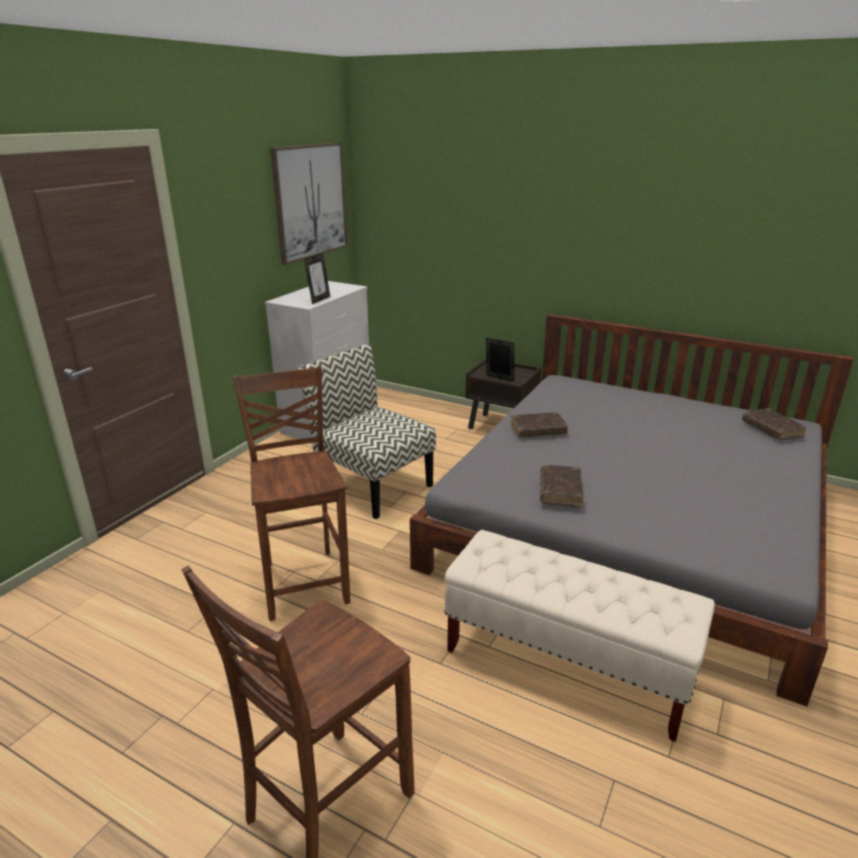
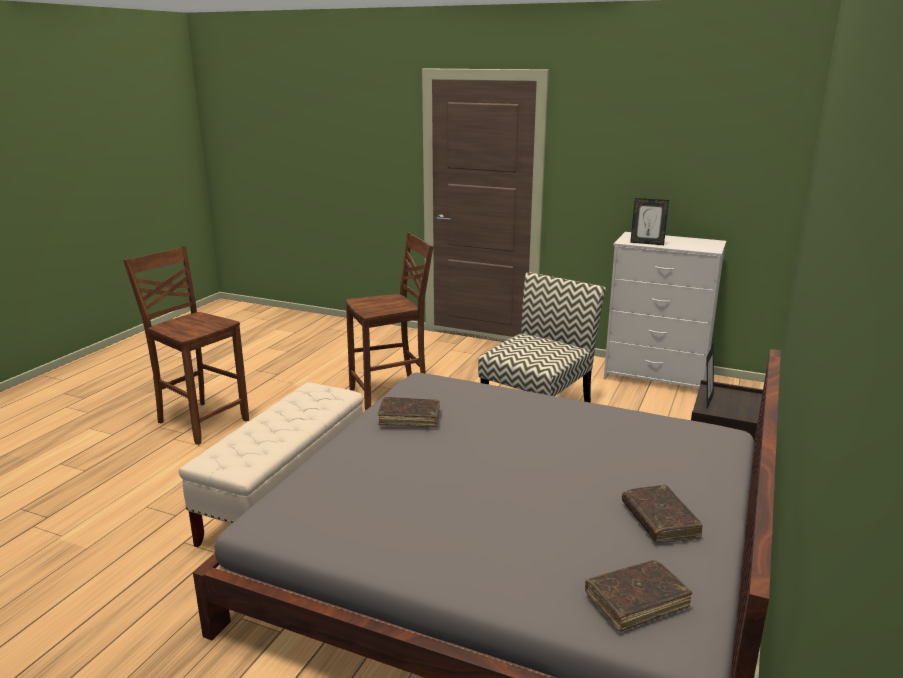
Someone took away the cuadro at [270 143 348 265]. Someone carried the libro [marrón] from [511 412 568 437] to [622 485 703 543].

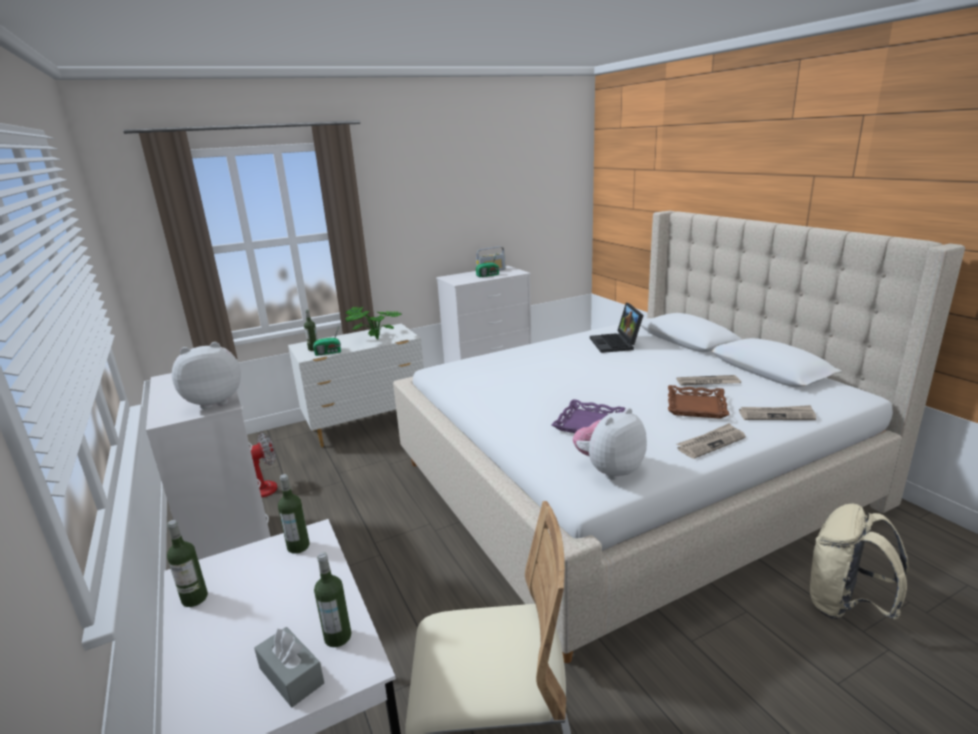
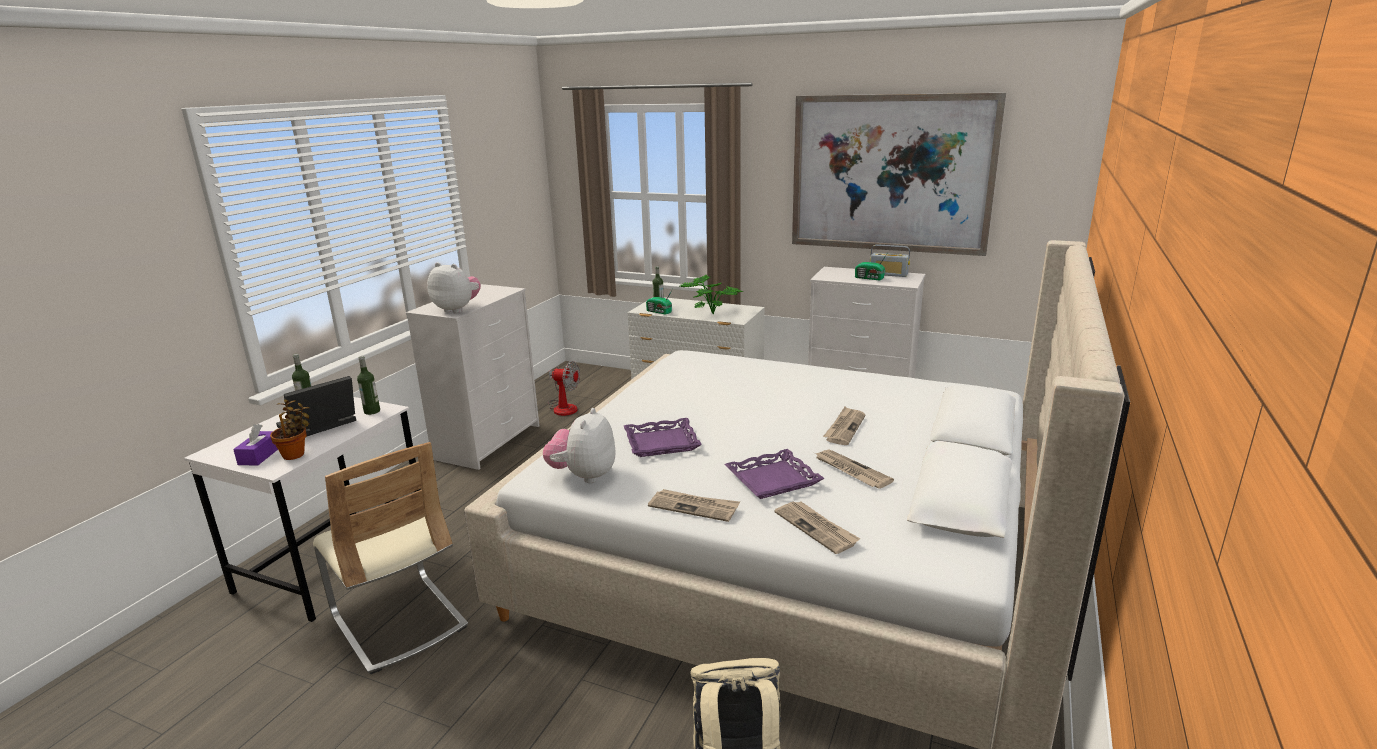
Someone carried the portátil from [590 303 643 353] to [276 376 356 437]. Someone repainted the bandeja [marrón] at [668 385 729 419], which became the bandeja [morado] at [724 449 825 499]. Someone rotated the peluche at [573 408 647 480] by 90 degrees counterclockwise. Someone swapped the botella at [314 552 351 647] for the planta en maceta at [270 399 310 460]. Someone repainted the caja de pañuelos [gris] at [254 627 324 707], which became the caja de pañuelos [morado] at [233 424 278 466]. Someone put up the cuadro at [792 93 1006 256]. Someone put down the periódico at [823 407 865 445].

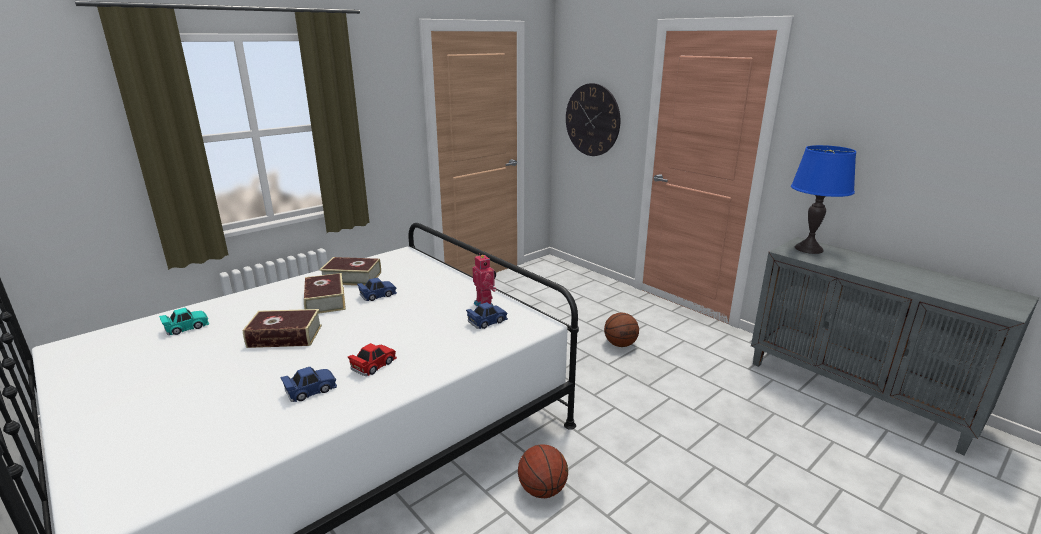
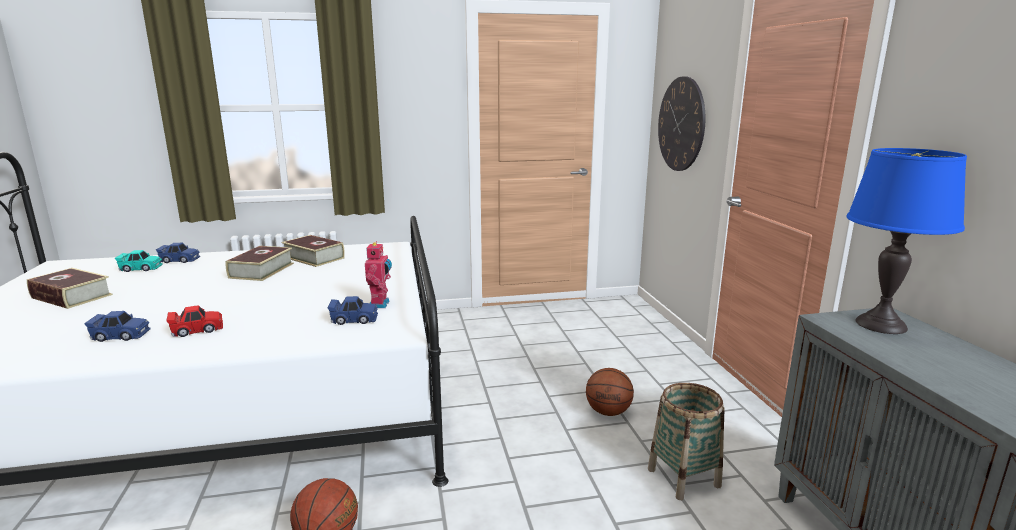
Someone carried the coche de juguete [azul] from [357 278 397 301] to [156 243 200 263]. Someone carried the libro from [242 309 322 348] to [27 268 113 309]. Someone put down the cesta at [648 383 725 500].

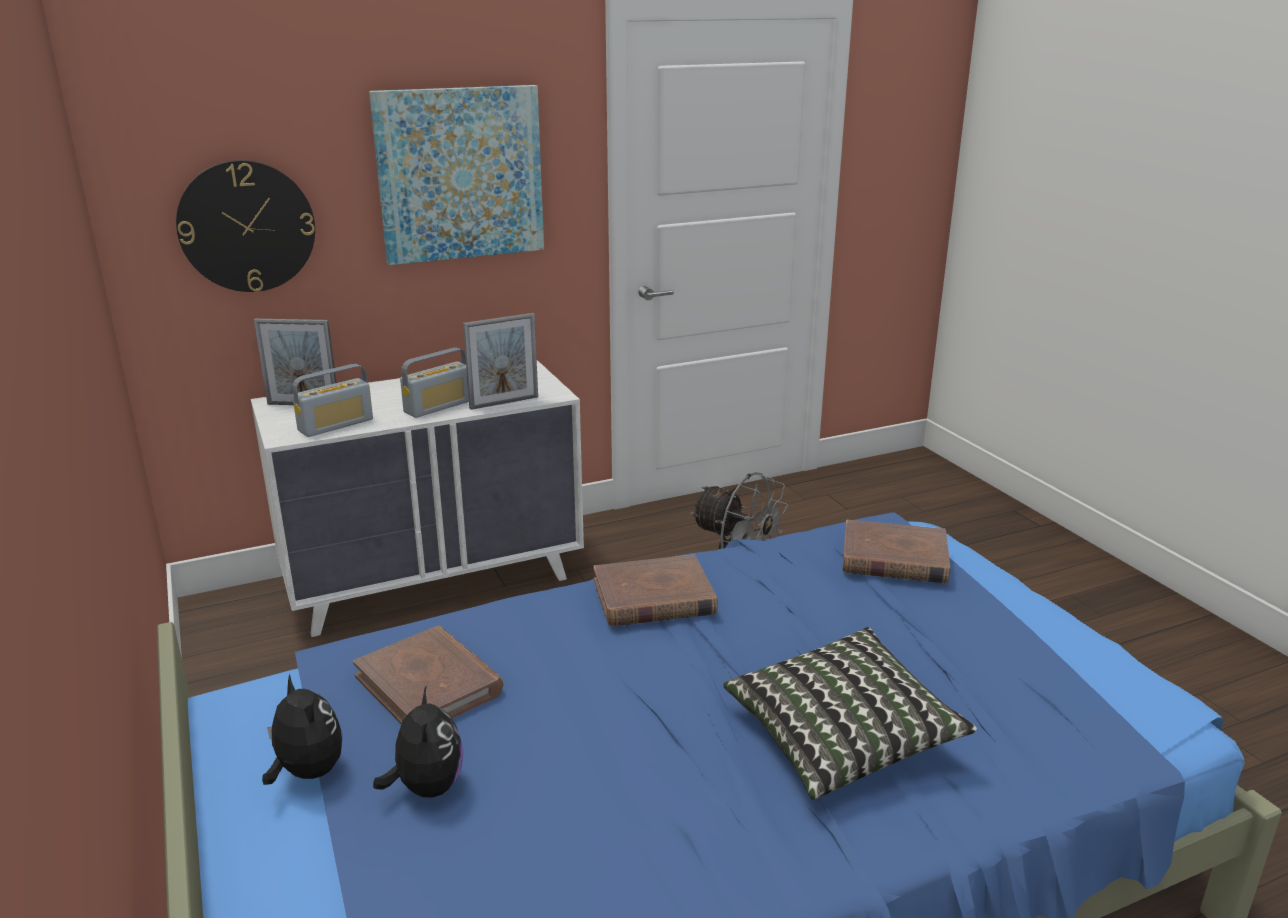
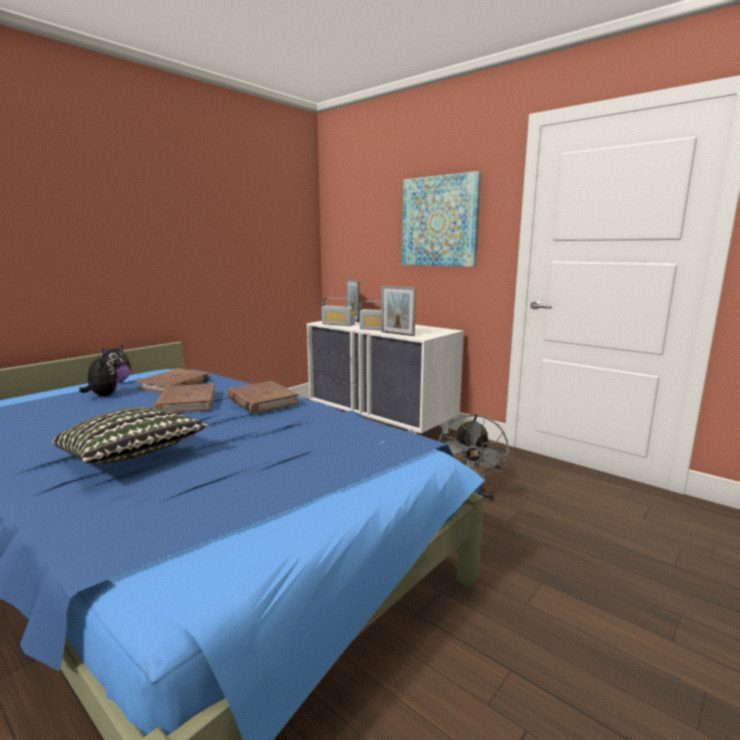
Someone took away the reloj de pared at [176 160 315 292]. Someone carried the libro [marrón] from [843 520 950 583] to [153 383 216 413]. Someone rotated the peluche at [373 687 464 797] by 90 degrees counterclockwise.

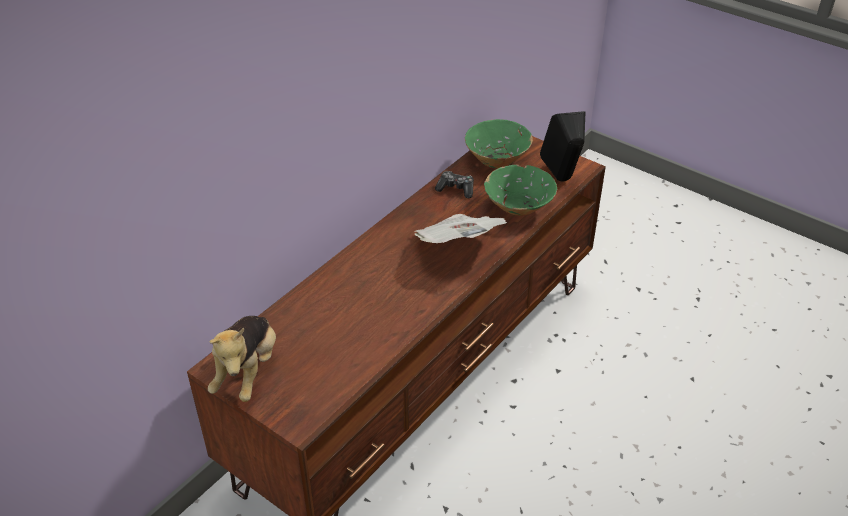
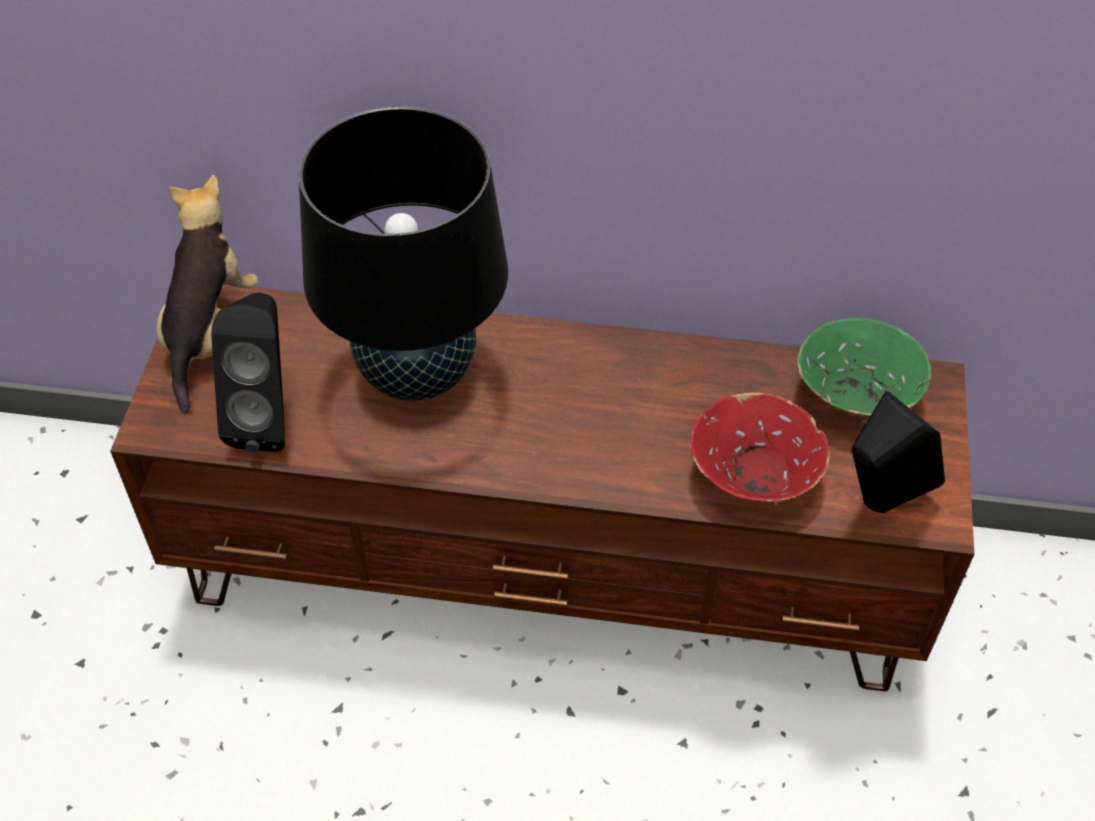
Someone repainted the cuenco [verde] at [484 165 557 216], which became the cuenco [rojo] at [690 393 830 502]. Someone took away the mando de consola at [435 171 474 198]. Someone took away the periódico at [414 214 507 243]. Someone rotated the peluche at [208 316 276 402] by 120 degrees clockwise. Someone put down the lámpara de mesa [negro] at [299 106 508 401]. Someone put down the altavoz [negro] at [211 293 285 452].

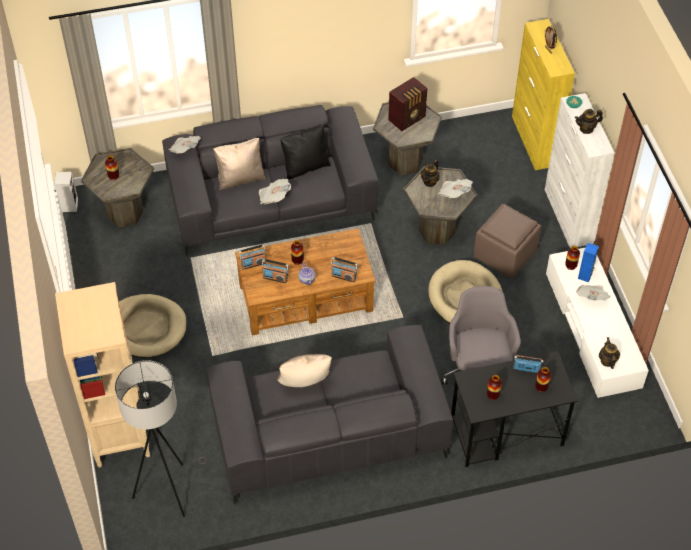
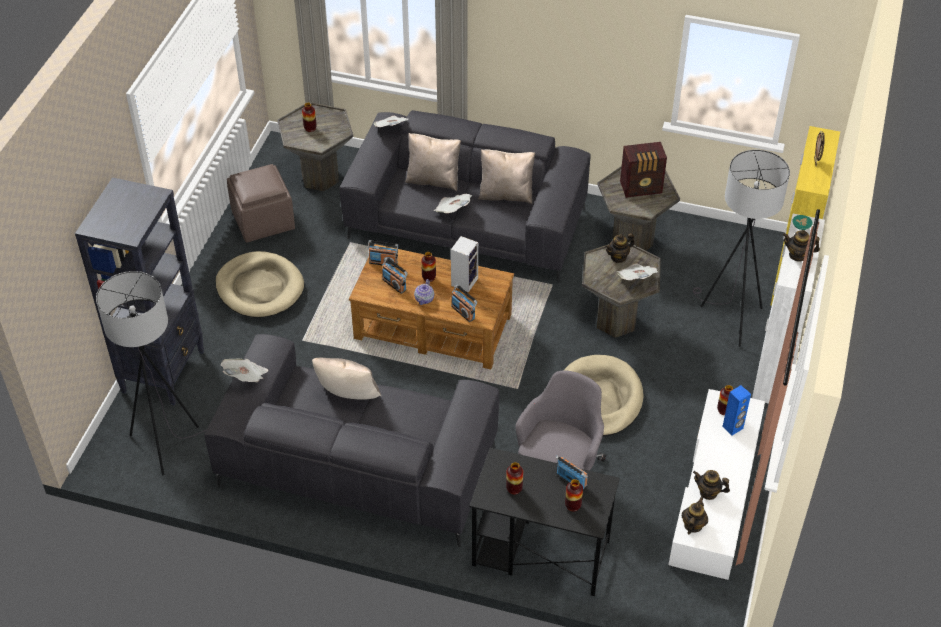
Someone repainted the cojín [negro] at [280 125 331 180], which became the cojín [beis] at [478 149 535 204]. Someone carried the altavoz from [54 171 78 212] to [451 236 478 292]. Someone carried the puf [marrón] from [474 204 542 279] to [227 164 295 243]. Someone repainted the estantería [beis] at [55 282 150 467], which became the estantería [negro] at [75 177 204 405]. Someone carried the periódico from [576 285 610 301] to [221 359 269 383]. Someone put down the lámpara de pie [gris] at [693 150 790 347]. Someone put down the tetera at [693 470 730 500].

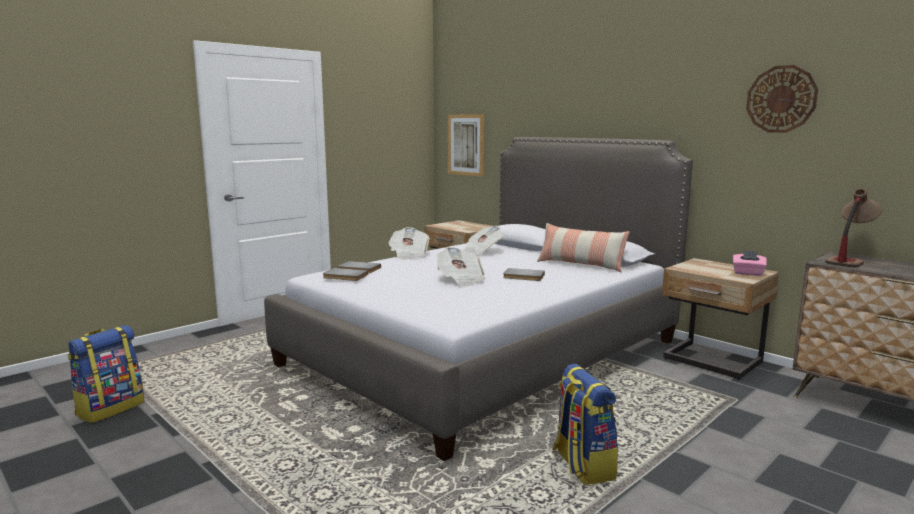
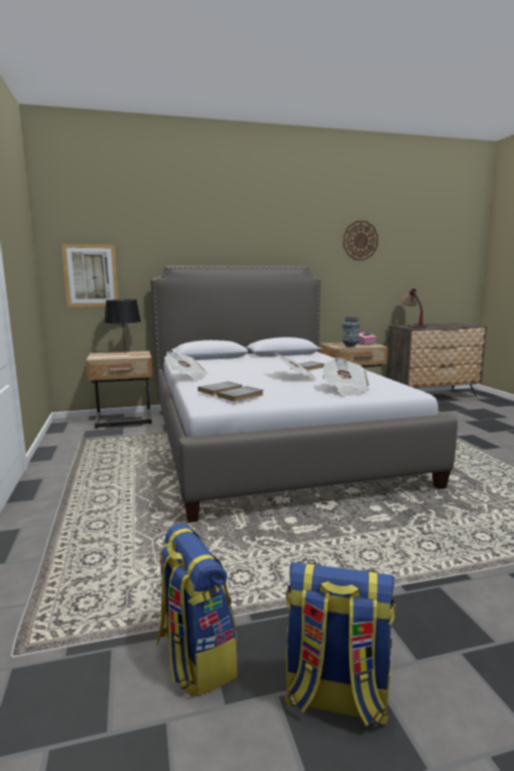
Someone took away the cojín at [537 223 630 272]. Someone carried the periódico from [463 226 504 254] to [322 358 370 396]. Someone carried the mochila from [552 364 618 485] to [284 562 396 727]. Someone put down the lámpara de mesa [negro] at [104 299 141 347]. Someone put down the florero at [342 317 360 347].

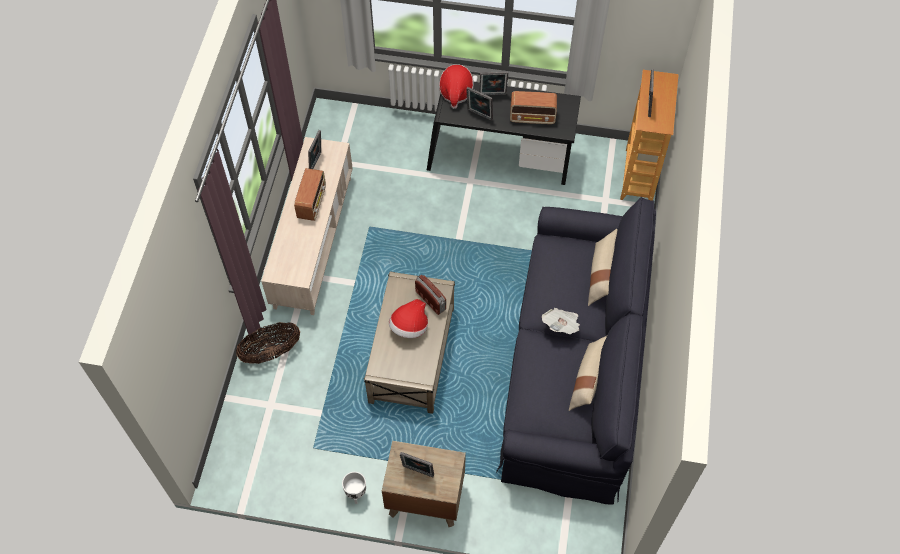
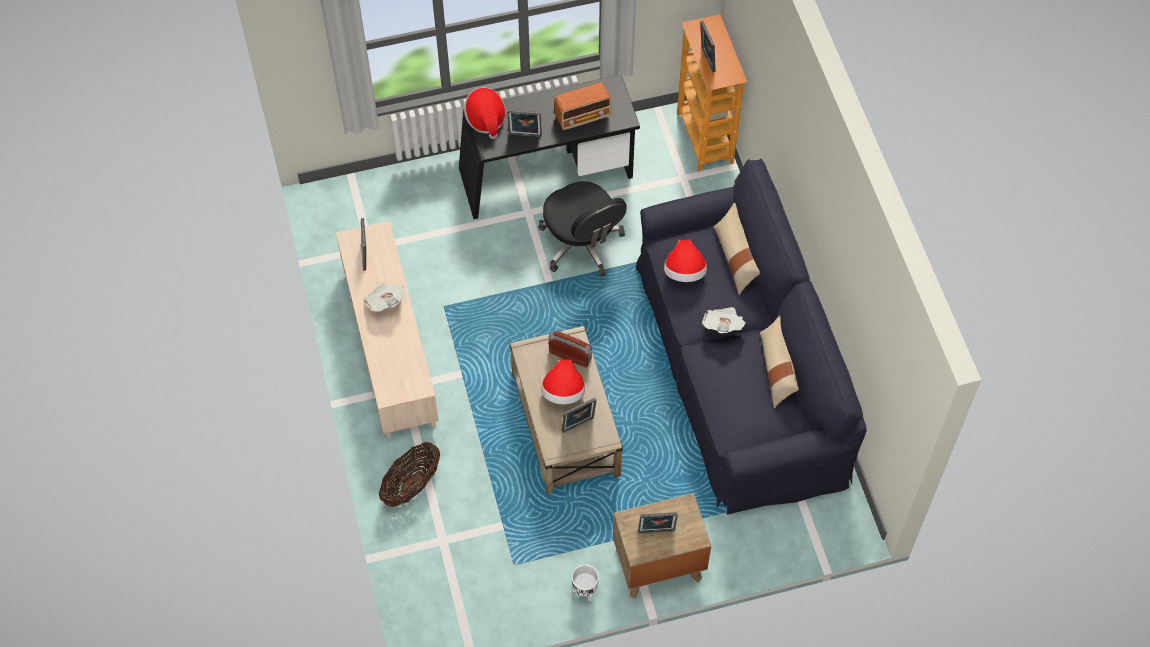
Someone carried the portarretratos from [479 71 508 95] to [562 398 596 433]. Someone swapped the radio at [294 168 326 221] for the periódico at [364 283 406 312]. Someone put down the silla de oficina [negro] at [538 181 627 276]. Someone put down the sombrero at [664 240 707 282].

